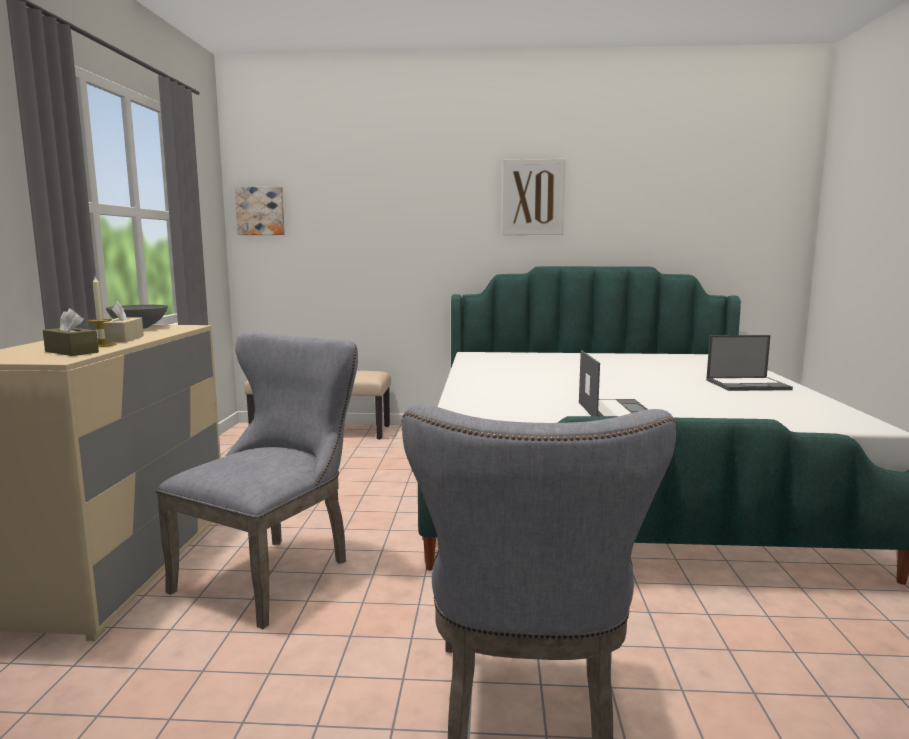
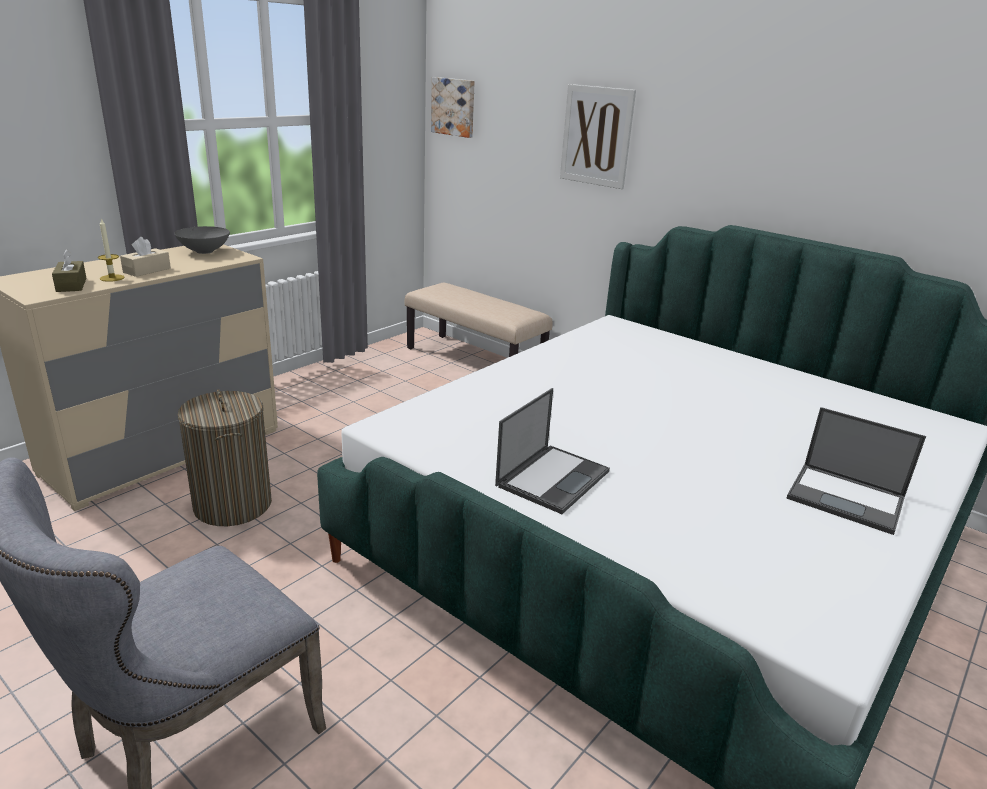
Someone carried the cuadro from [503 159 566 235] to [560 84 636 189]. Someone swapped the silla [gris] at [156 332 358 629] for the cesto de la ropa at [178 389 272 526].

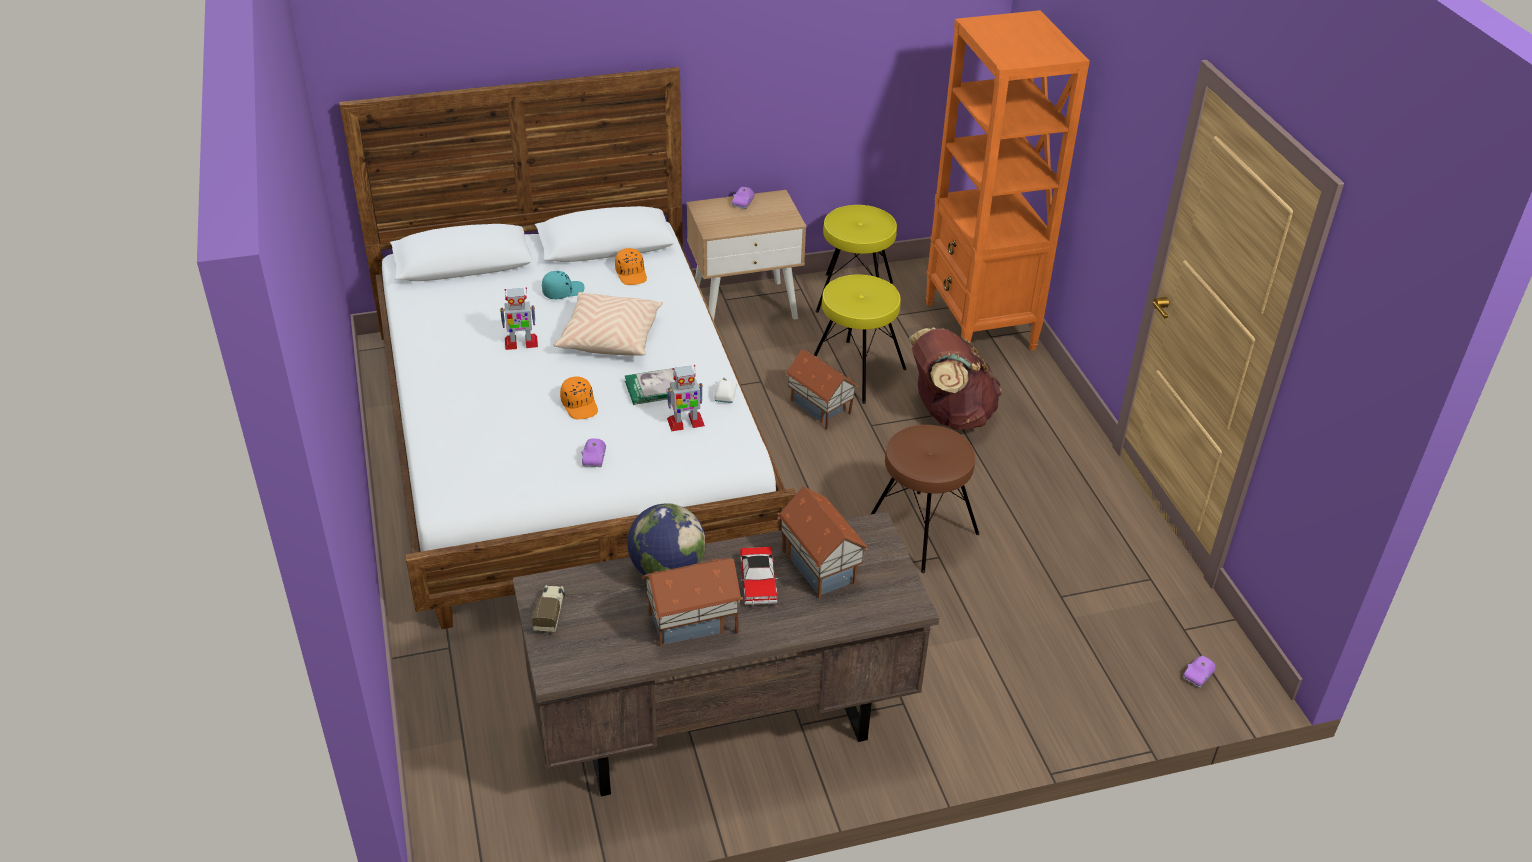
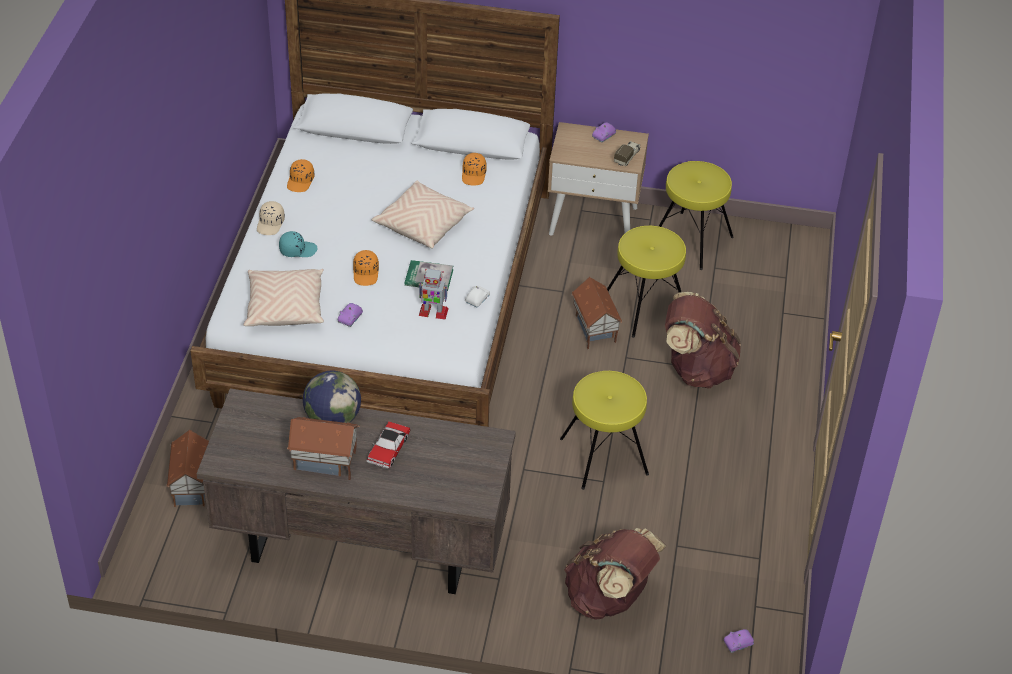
Someone took away the estantería [naranja] at [925 10 1090 351]. Someone carried the gorra [turquesa] from [542 271 585 299] to [279 231 317 257]. Someone took away the robot de juguete at [500 287 538 350]. Someone repainted the taburete [marrón] at [870 425 980 573], which became the taburete [amarillo] at [560 371 649 490]. Someone carried the casita from [778 487 868 598] to [166 430 209 507]. Someone carried the camión de juguete from [532 585 565 634] to [614 141 640 166]. Someone put down the gorra [naranja] at [287 159 314 192]. Someone put down the gorra [beis] at [257 201 285 235]. Someone put down the cojín [beis] at [243 269 324 326]. Someone put down the mochila [marrón] at [564 528 666 620].

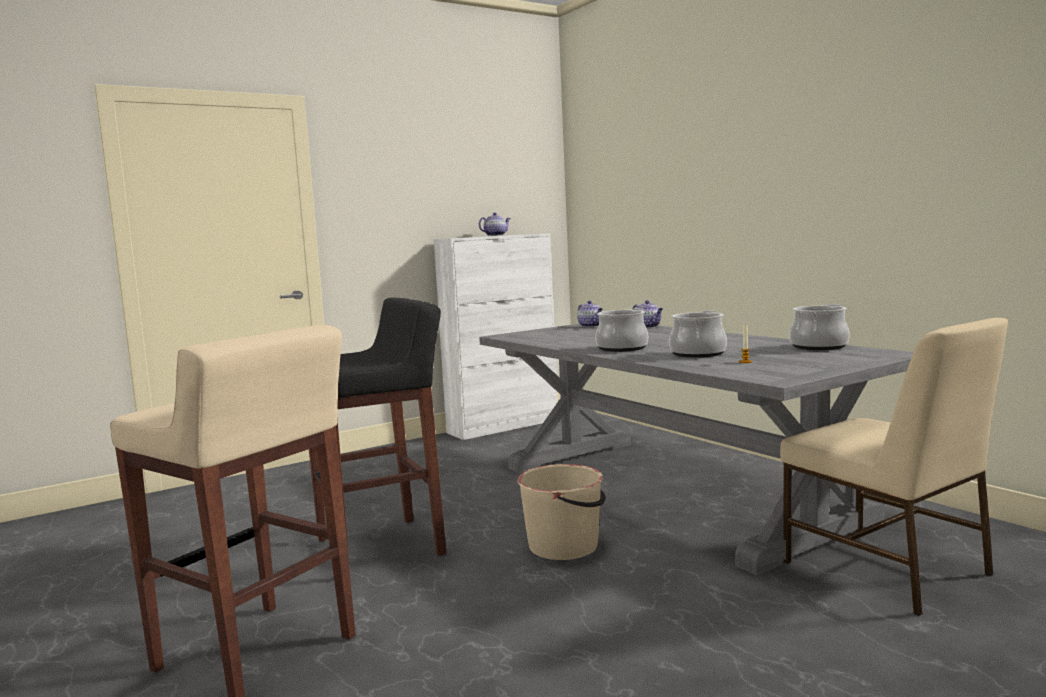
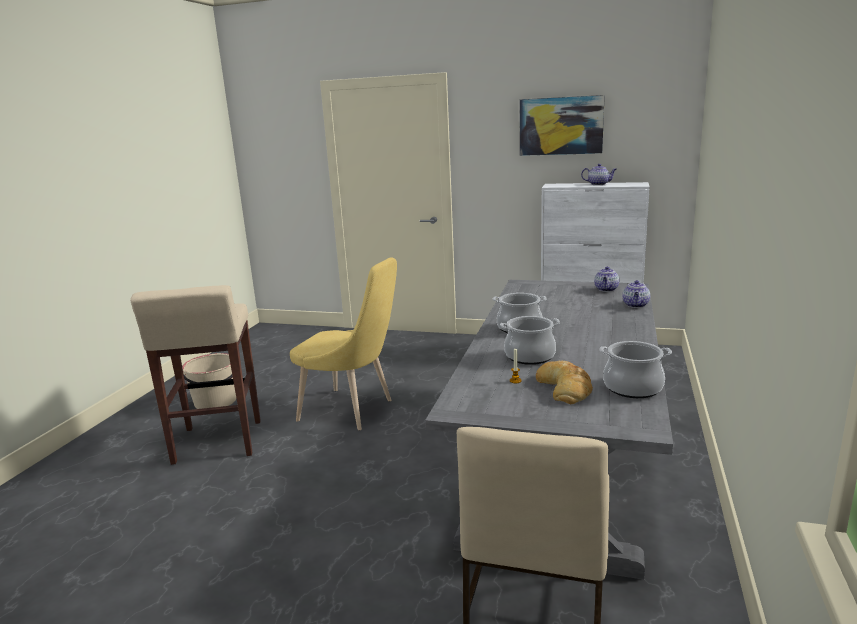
Someone swapped the taburete [negro] at [309 297 446 570] for the silla [amarillo] at [290 257 397 430]. Someone carried the cubo [beis] from [517 464 606 560] to [182 353 236 409]. Someone put up the cuadro at [520 95 605 156]. Someone put down the pan at [536 361 593 404].

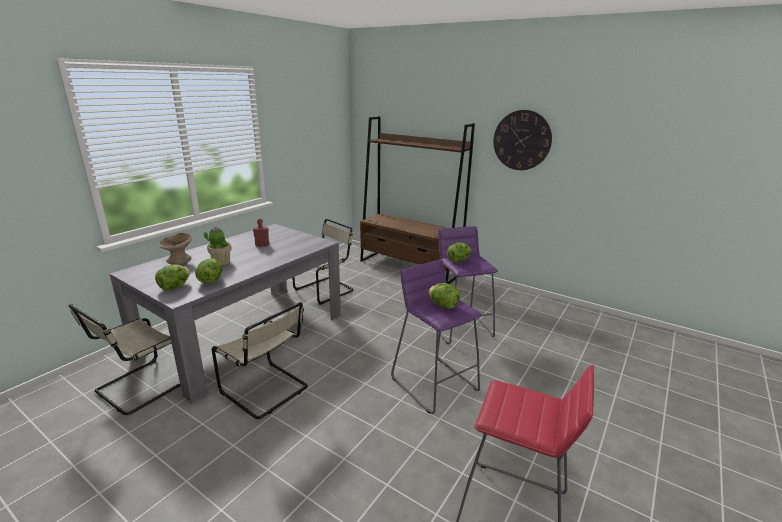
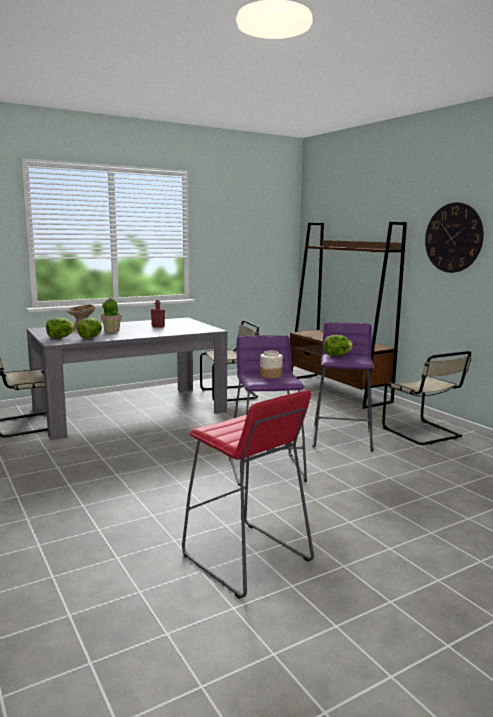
Someone swapped the lechuga at [428 283 460 309] for the tarro at [260 351 283 379]. Someone carried the silla [beis] from [212 302 308 419] to [382 351 471 445].

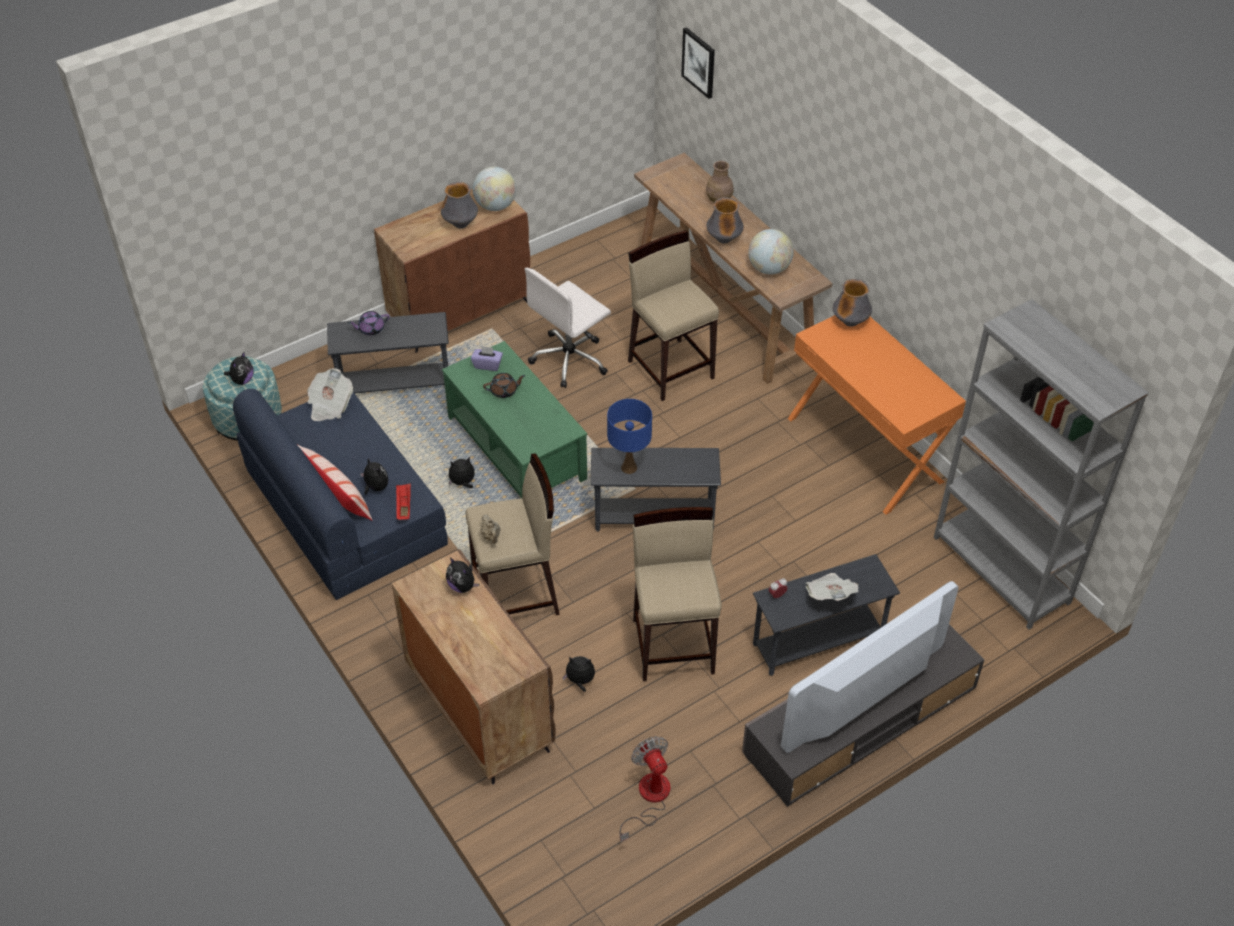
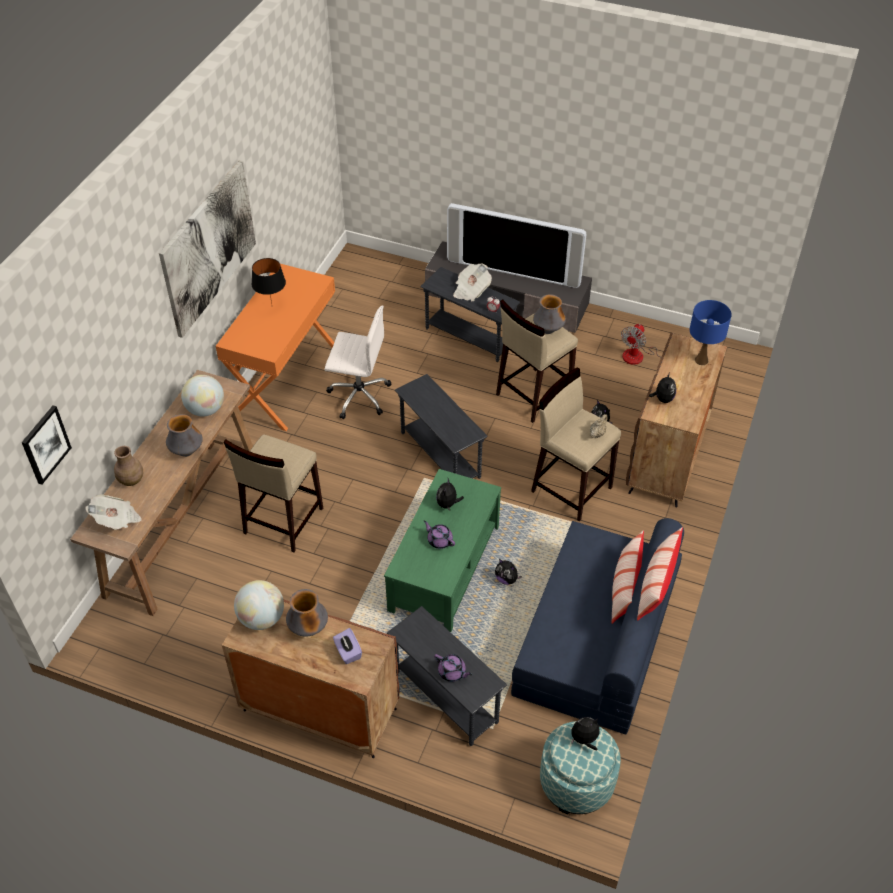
Someone carried the silla de oficina [blanco] from [525 268 611 388] to [325 306 391 419]. Someone carried the florero from [833 279 872 327] to [533 294 566 334]. Someone took away the estantería [gris] at [934 299 1149 630]. Someone carried the caja de pañuelos [morado] from [471 346 503 371] to [333 628 362 664]. Someone carried the periódico from [307 368 353 421] to [85 494 142 530]. Someone repainted the tetera [marrón] at [483 373 525 398], which became the tetera [morado] at [424 520 455 549]. Someone carried the lámpara de mesa [azul] from [607 399 652 474] to [690 300 731 365]. Someone carried the peluche from [360 458 389 495] to [436 478 464 510]. Someone took away the bandeja [rojo] at [396 483 411 520]. Someone put up the cuadro at [159 160 256 338]. Someone put down the lámpara de mesa [negro] at [252 258 286 304]. Someone put down the cojín at [637 527 683 621].

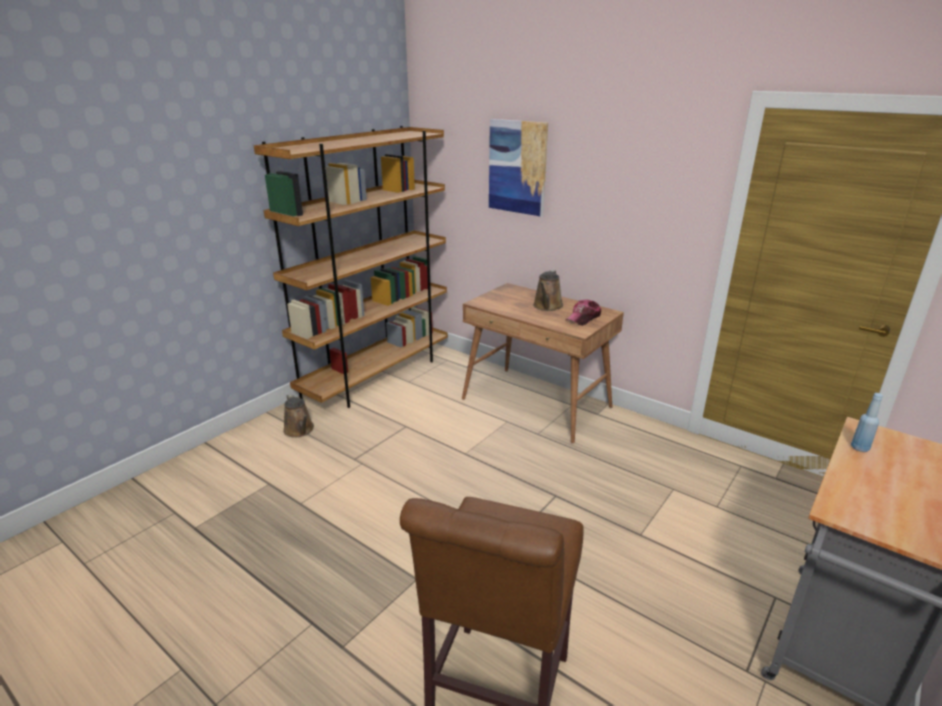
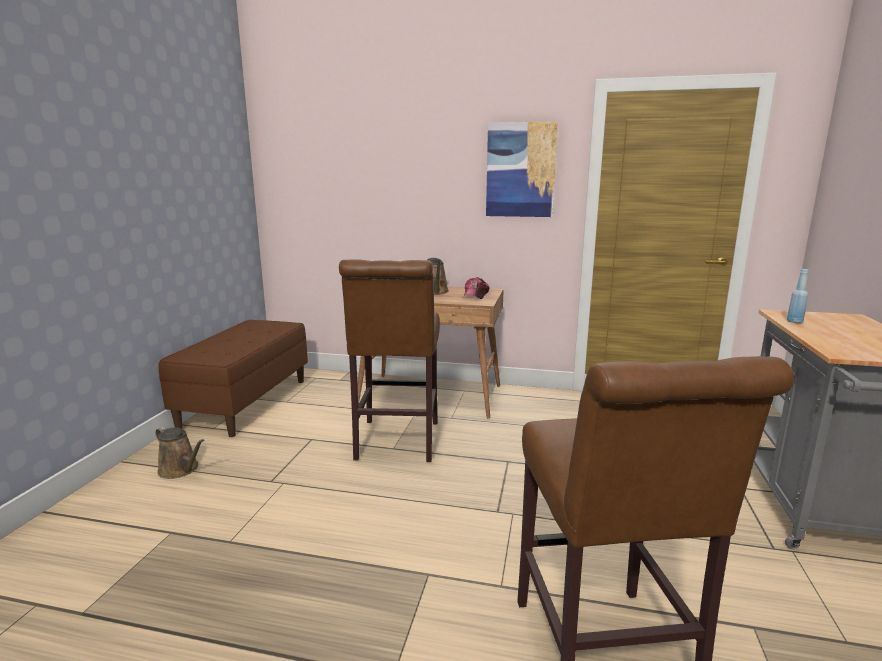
Someone carried the cuadro from [489 119 548 217] to [486 121 558 217]. Someone swapped the estantería [marrón] at [254 126 448 408] for the banco [marrón] at [159 320 308 437]. Someone put down the taburete [marrón] at [339 260 440 462].

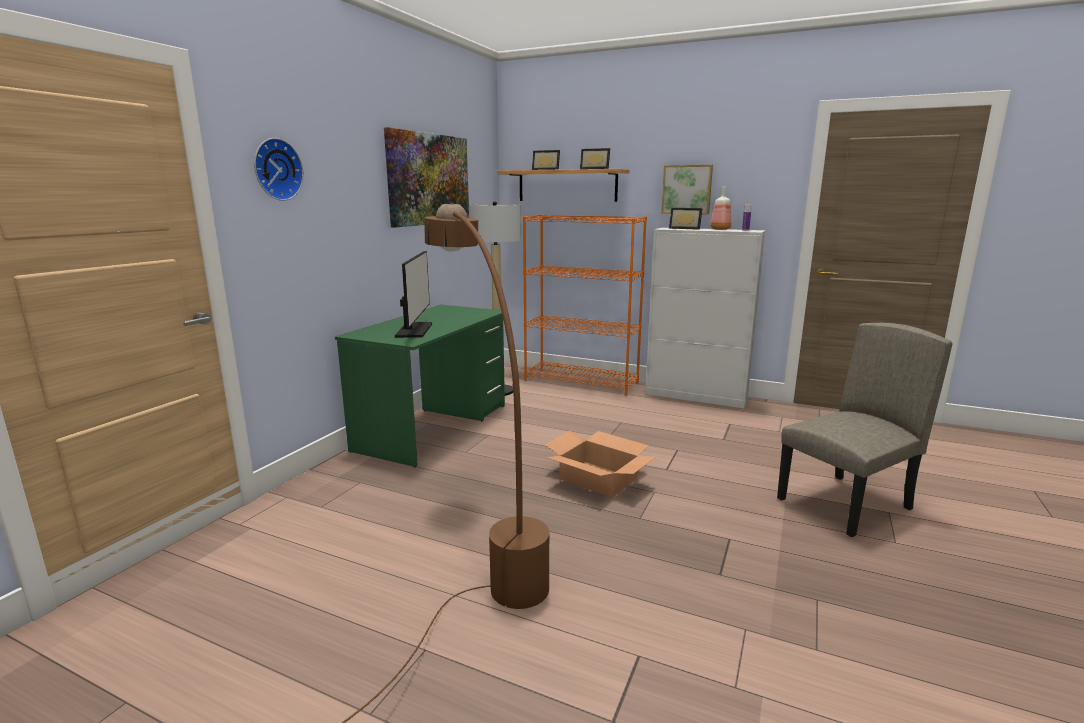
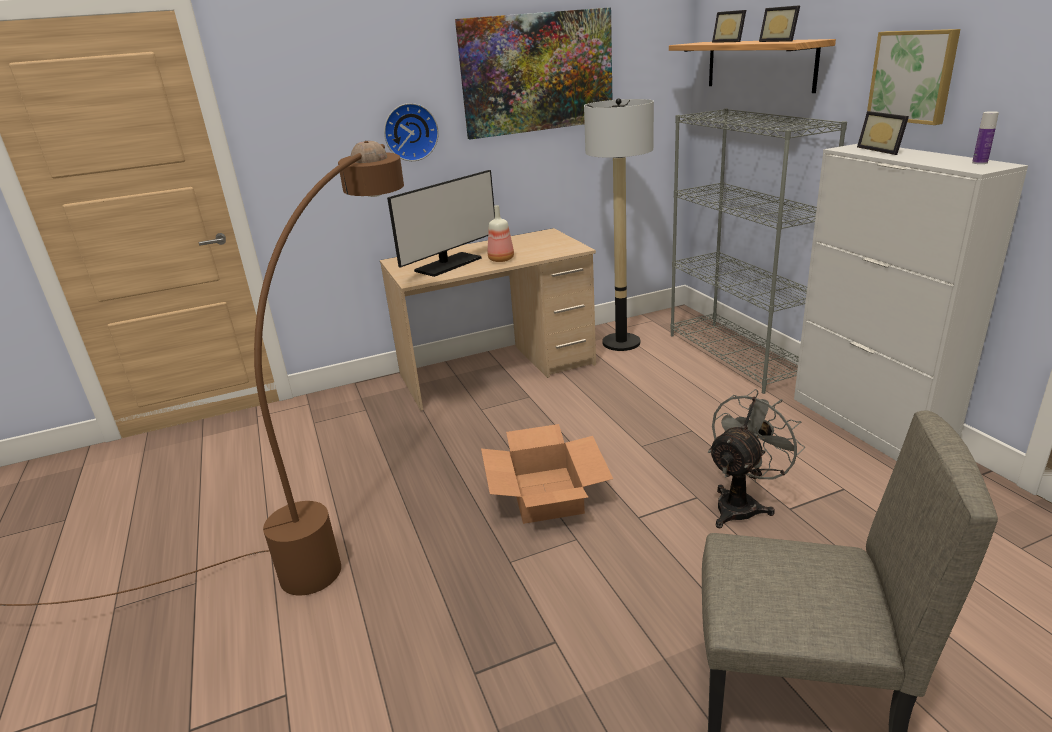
Someone carried the reloj de pared from [254 138 304 201] to [384 103 439 161]. Someone carried the botella from [710 187 731 230] to [488 205 514 262]. Someone repainted the estantería [naranja] at [523 215 647 396], which became the estantería [gris] at [670 108 847 394]. Someone repainted the escritorio [verde] at [335 305 505 467], which became the escritorio [beis] at [380 228 596 411]. Someone put down the ventilador [gris] at [708 389 805 528].

